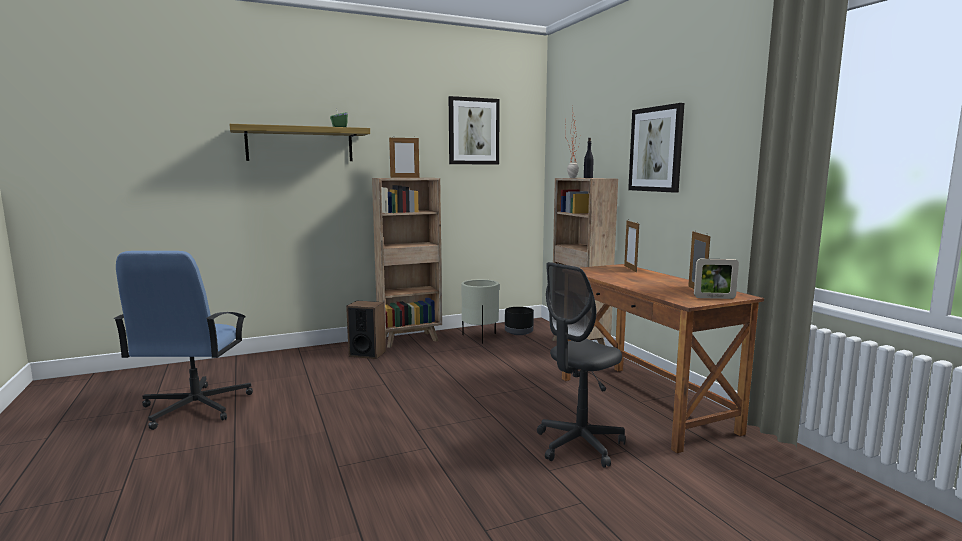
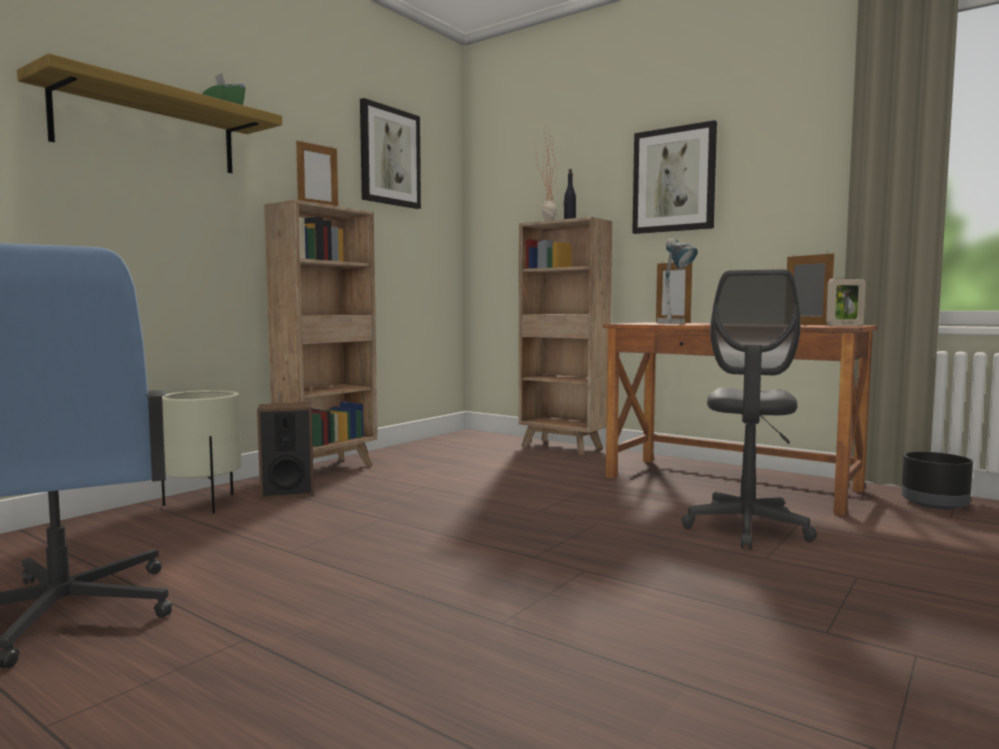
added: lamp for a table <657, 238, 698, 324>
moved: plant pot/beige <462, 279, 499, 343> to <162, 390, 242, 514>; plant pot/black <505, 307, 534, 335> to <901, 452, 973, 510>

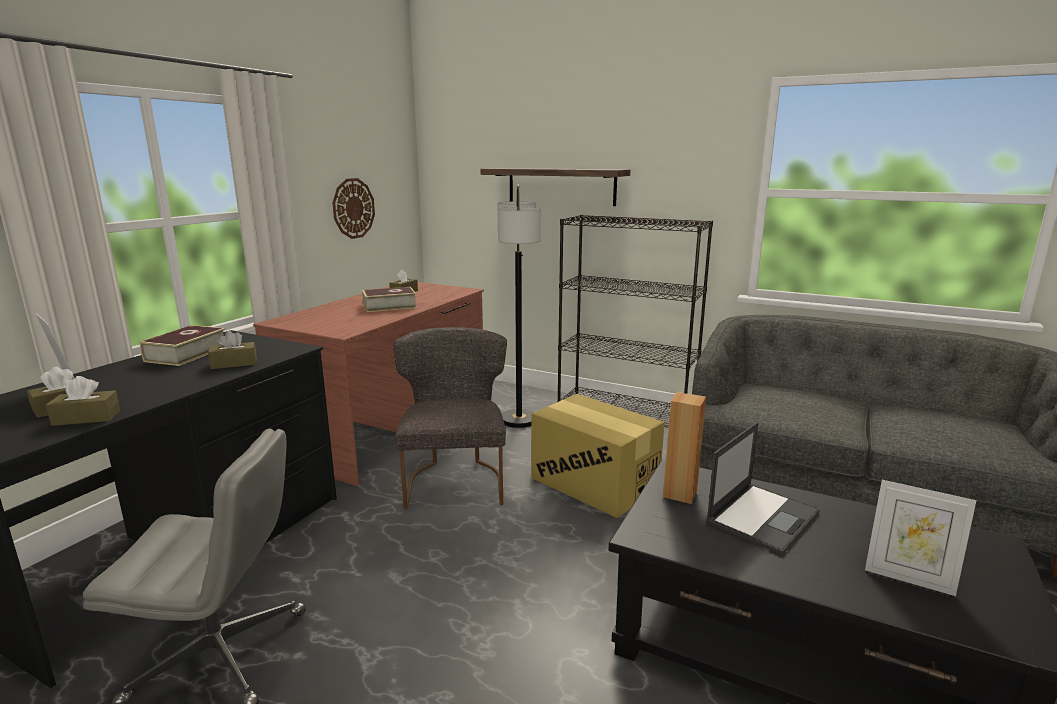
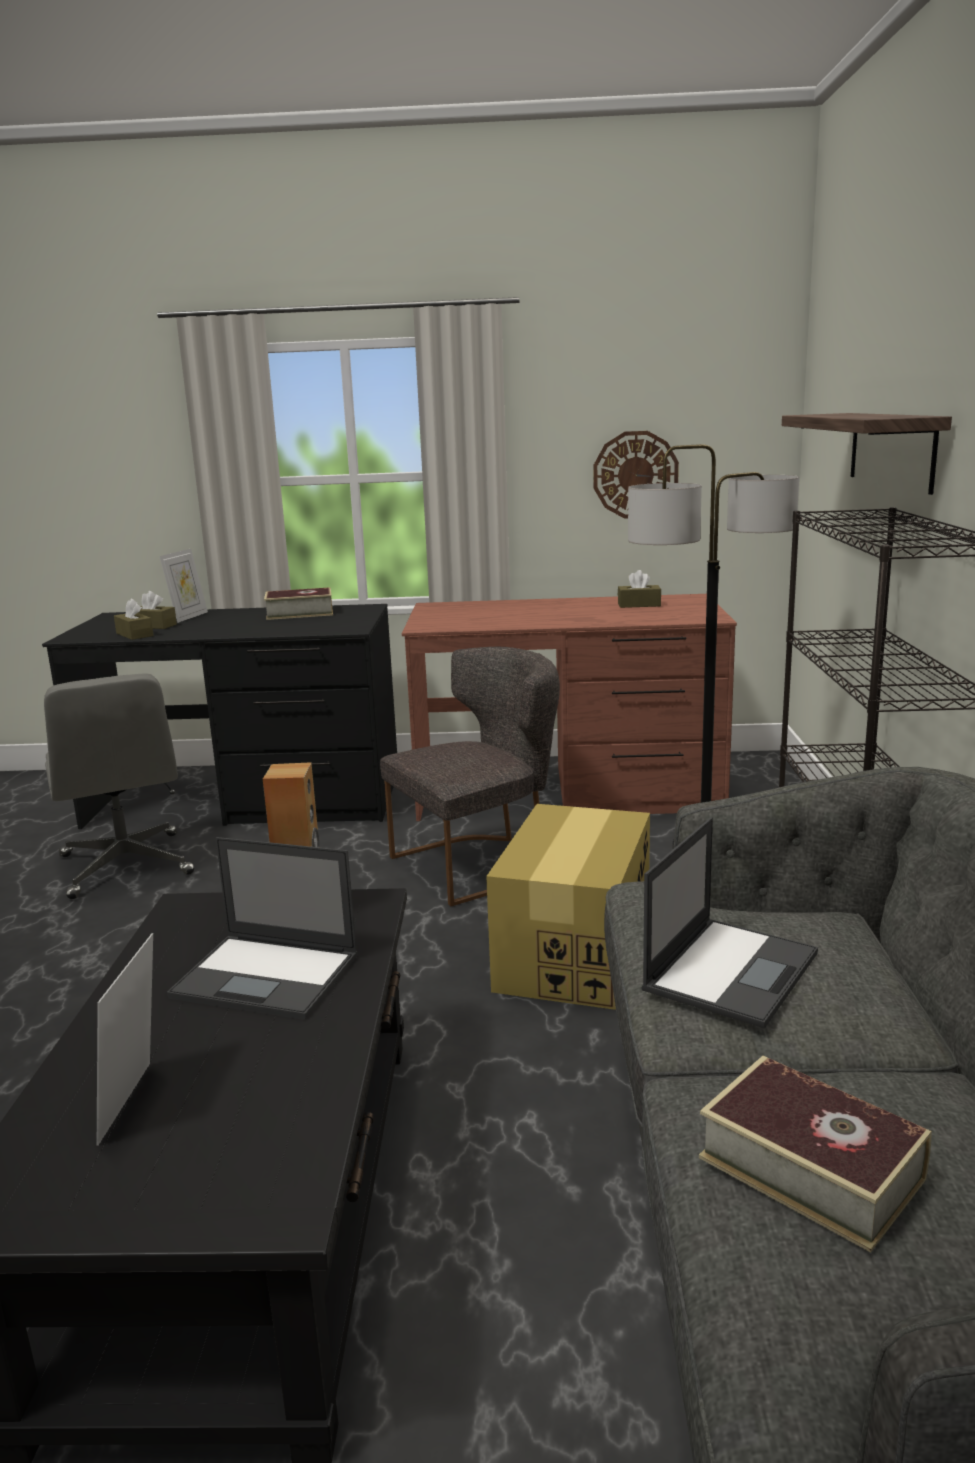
removed: tissue box/brown <208, 331, 257, 369>
added: portable computer <641, 817, 818, 1028>
moved: bound book <362, 287, 417, 312> to <699, 1056, 932, 1253>

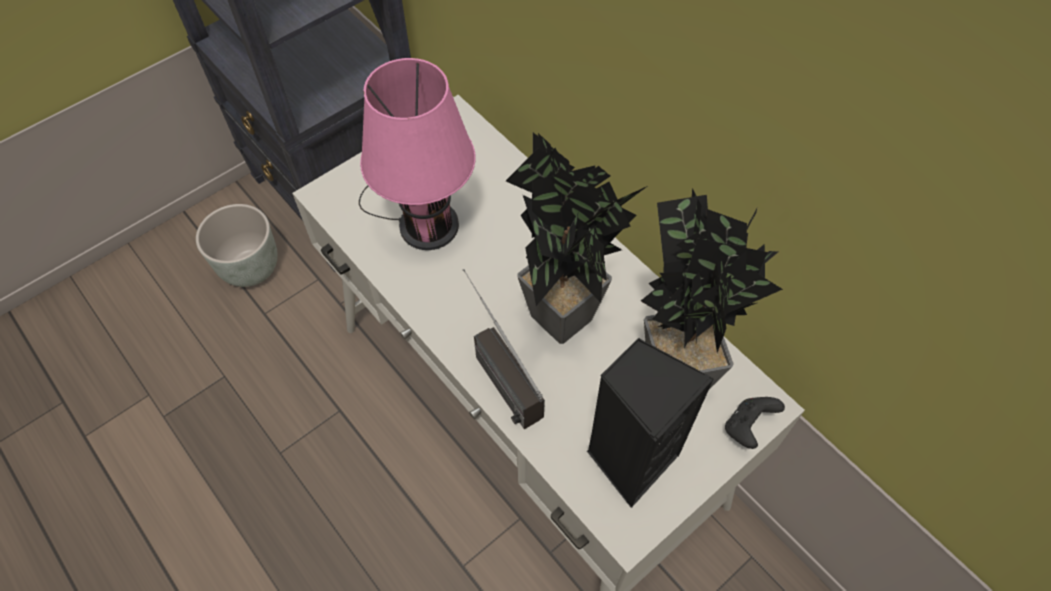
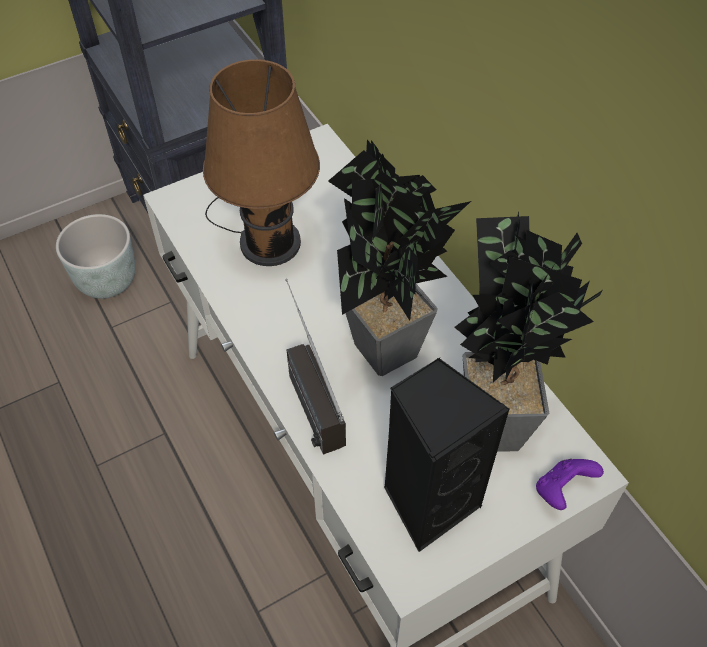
recoloured: lamp for a table/pink <359, 58, 475, 250> to lamp for a table/brown <203, 59, 320, 266>; gamepad/black <725, 397, 785, 449> to gamepad/purple-coloured <536, 459, 604, 510>

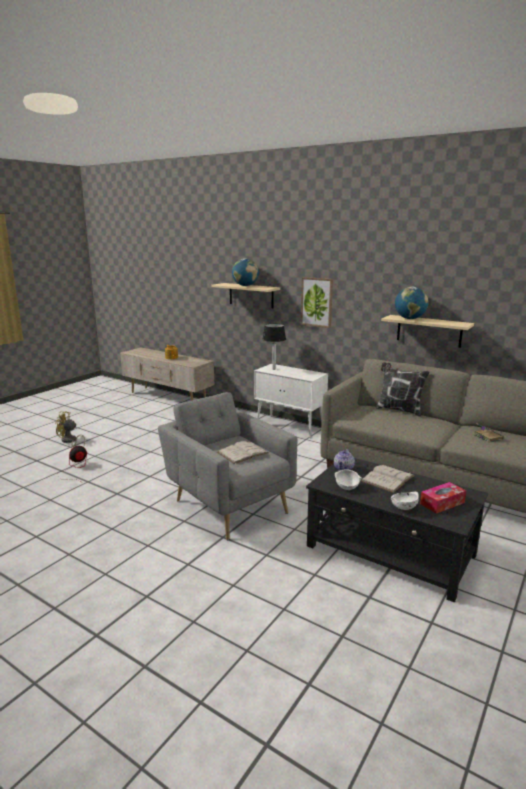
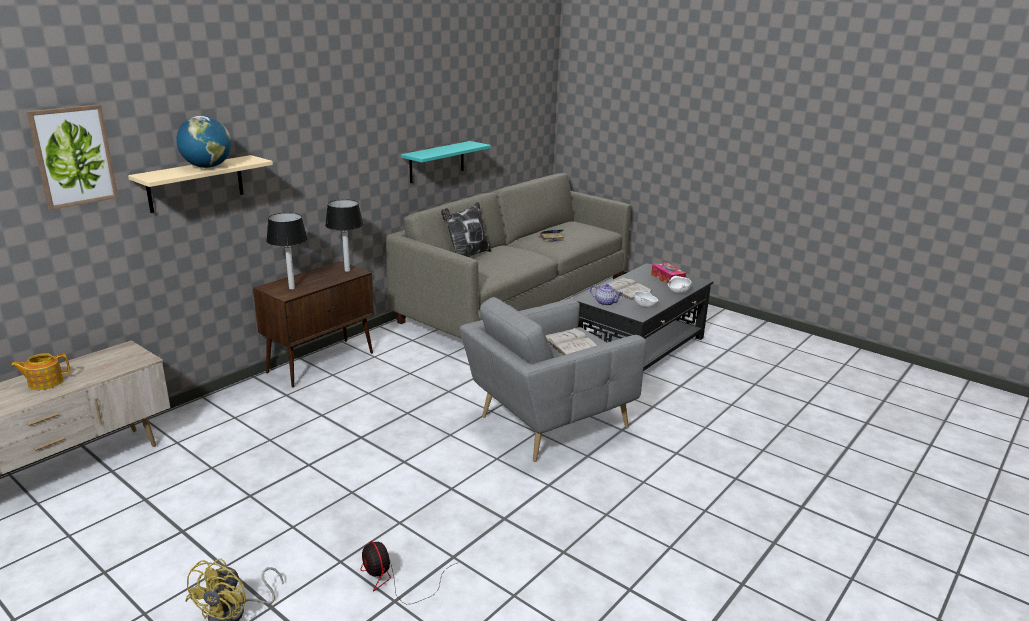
removed: world globe <395, 287, 428, 319>
added: lamp for a table <325, 199, 363, 272>
moved: picture <301, 277, 333, 328> to <26, 104, 118, 210>
recoloured: cupboard/white <254, 364, 328, 438> to cupboard/brown <253, 261, 374, 388>; shelf/beige <381, 315, 474, 348> to shelf/turquoise-coloured <401, 141, 491, 183>

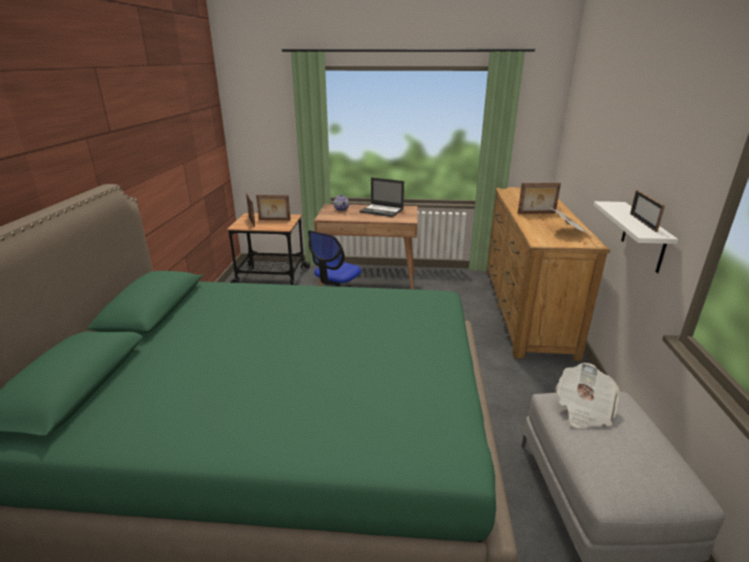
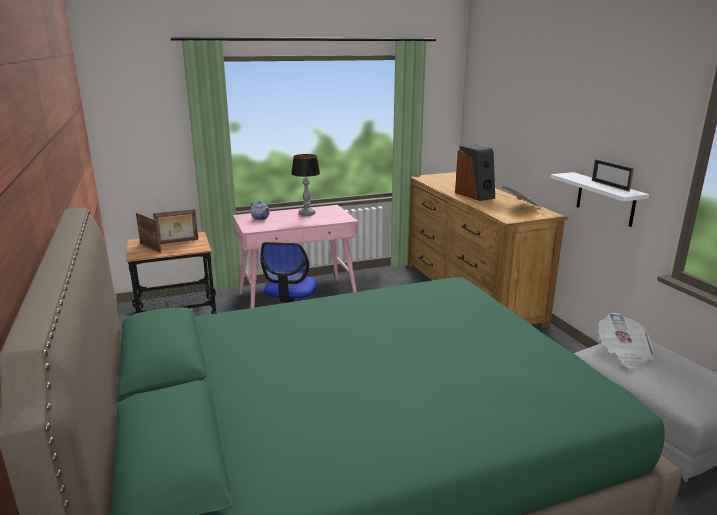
replaced: portable computer <360, 177, 404, 217> to lamp for a table <291, 154, 320, 216>; photo frame <518, 183, 561, 214> to loudspeaker <455, 144, 495, 201>
recoloured: desk/brown <314, 204, 418, 289> to desk/pink <233, 205, 358, 308>

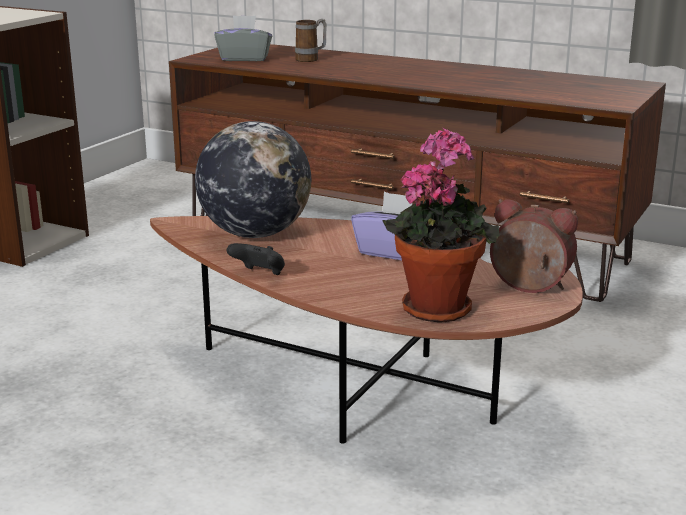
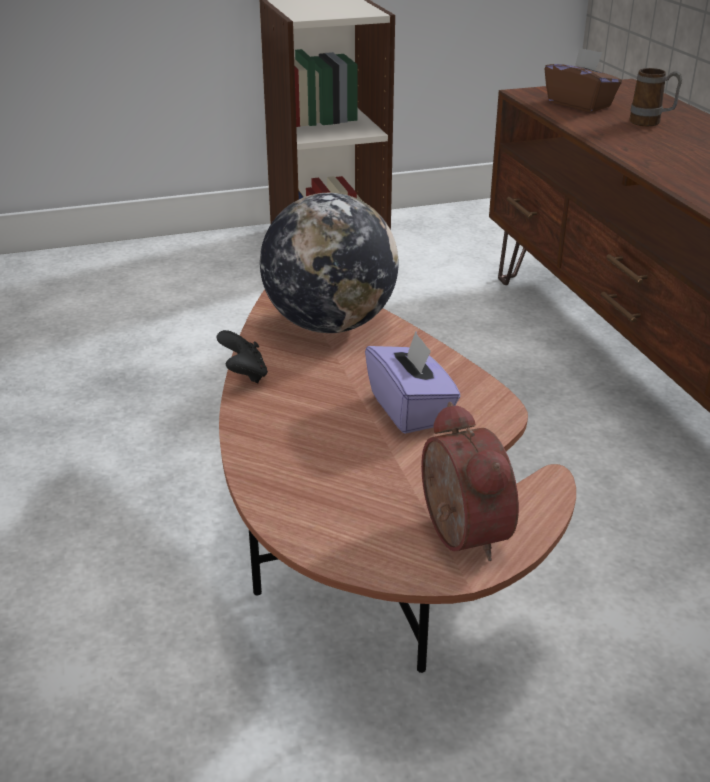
removed: potted plant <382, 128, 500, 322>
recoloured: tissue box/gray <214, 15, 272, 61> to tissue box/brown <545, 47, 622, 112>

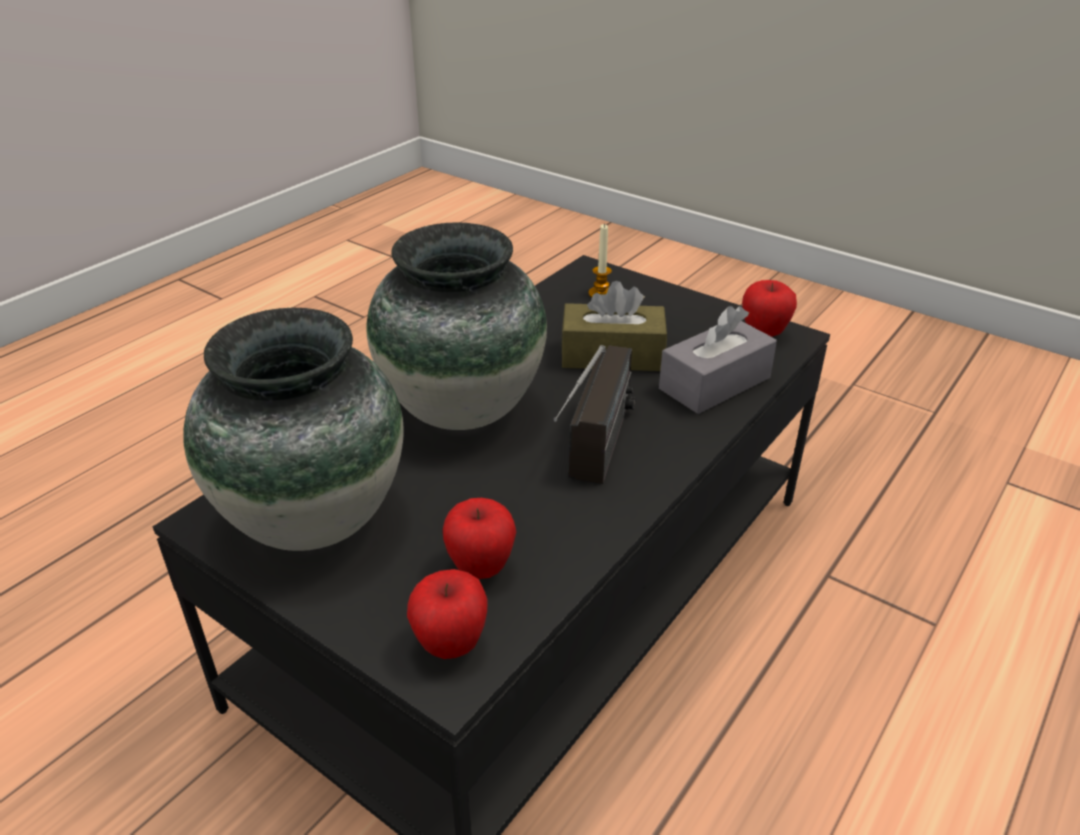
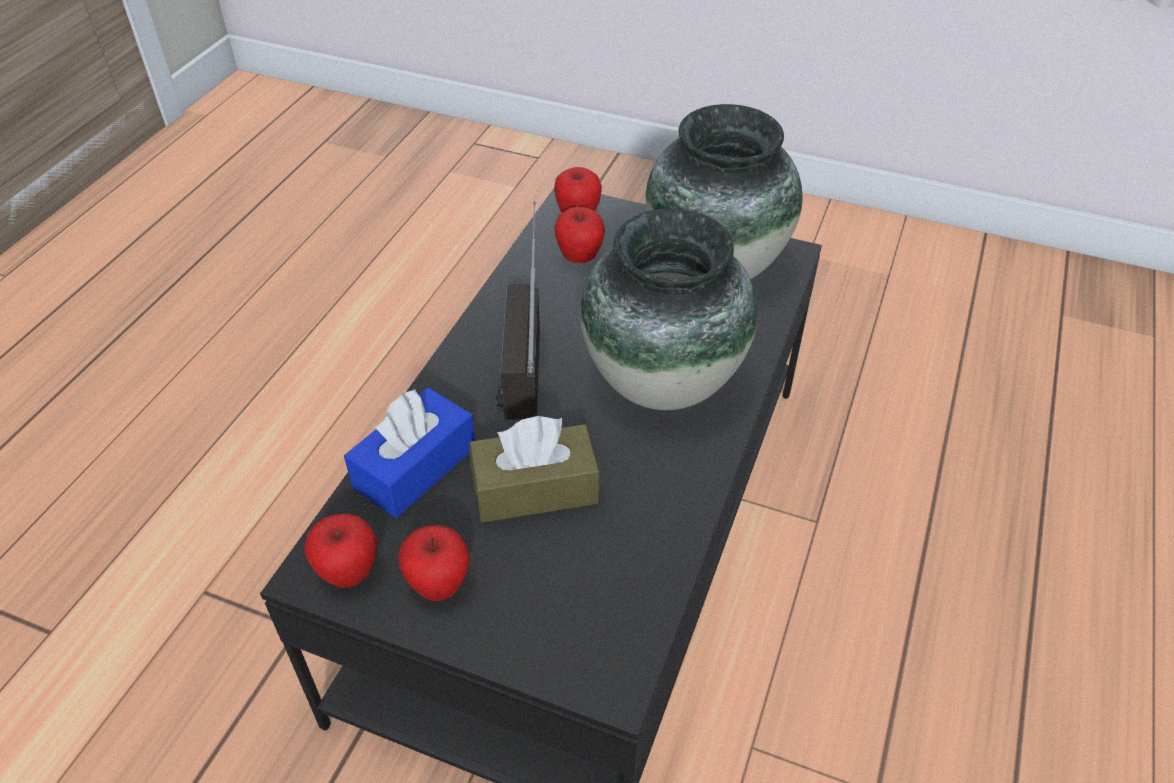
removed: candle <588, 223, 612, 298>
added: whole apple <398, 525, 470, 601>
recoloured: tissue box/gray <659, 306, 777, 414> to tissue box/bluish <344, 388, 475, 518>

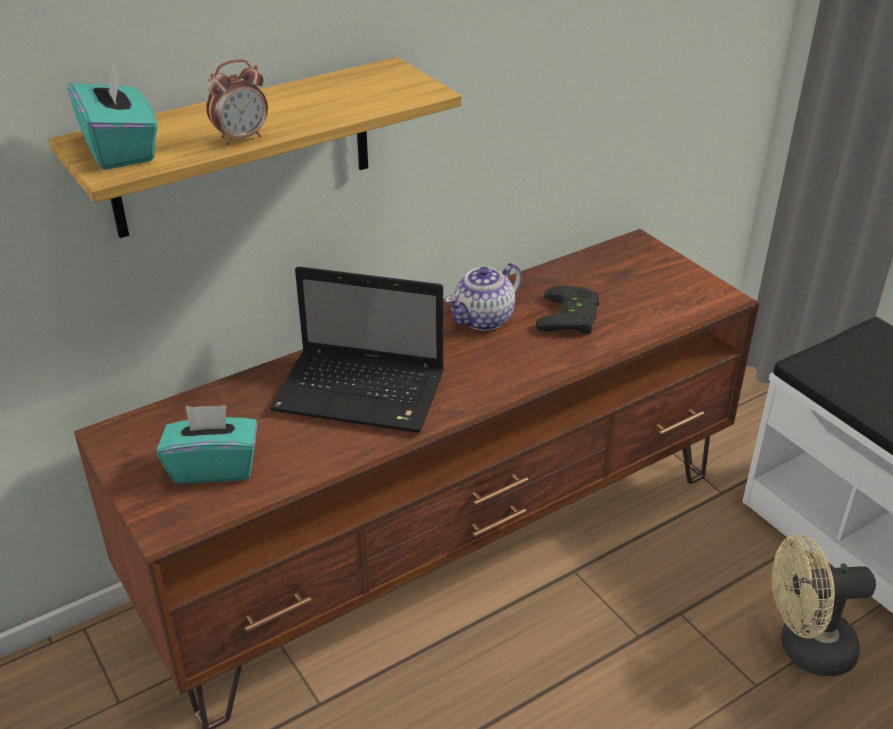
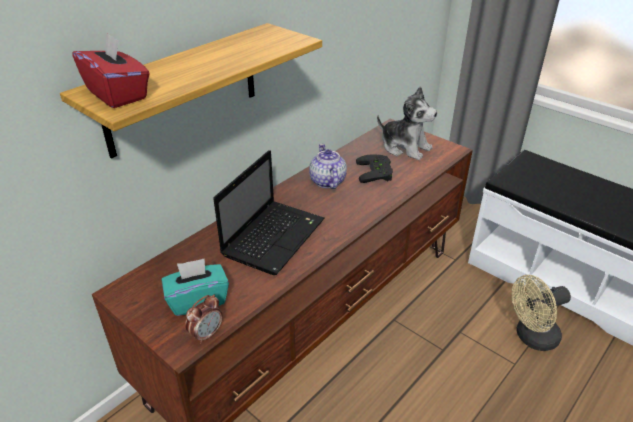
added: soft toy <377, 86, 437, 160>
moved: bedside clock <206, 59, 268, 145> to <185, 295, 223, 344>
recoloured: tissue box/turquoise-coloured <68, 62, 158, 170> to tissue box/red-coloured <73, 33, 150, 108>
turned: portable computer <270, 266, 444, 433> = <213, 150, 325, 275> 60 degrees counterclockwise; pot for tea <445, 263, 522, 331> = <309, 144, 347, 189> 135 degrees clockwise

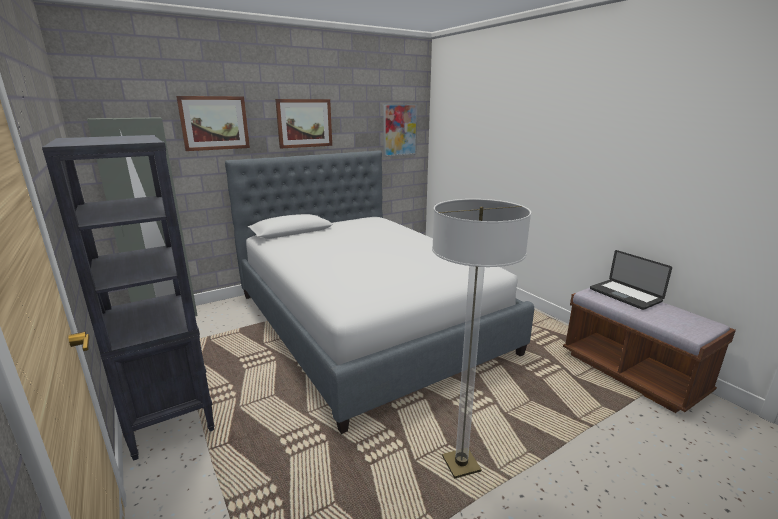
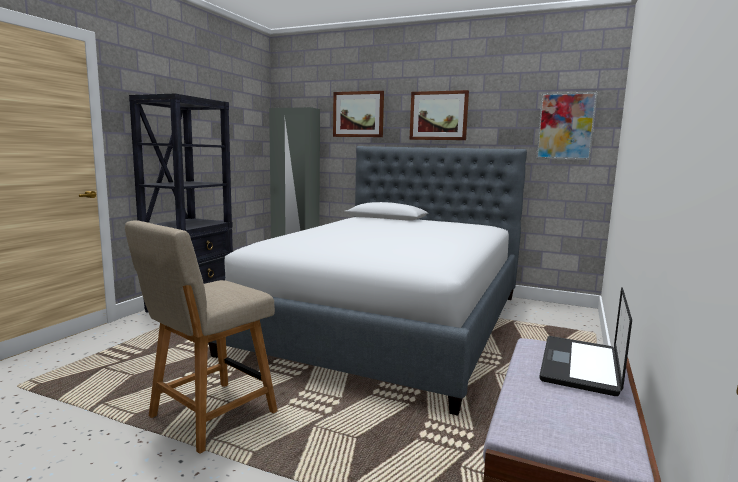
replaced: standing lamp <432, 199, 531, 479> to chair/beige <125, 220, 278, 454>

